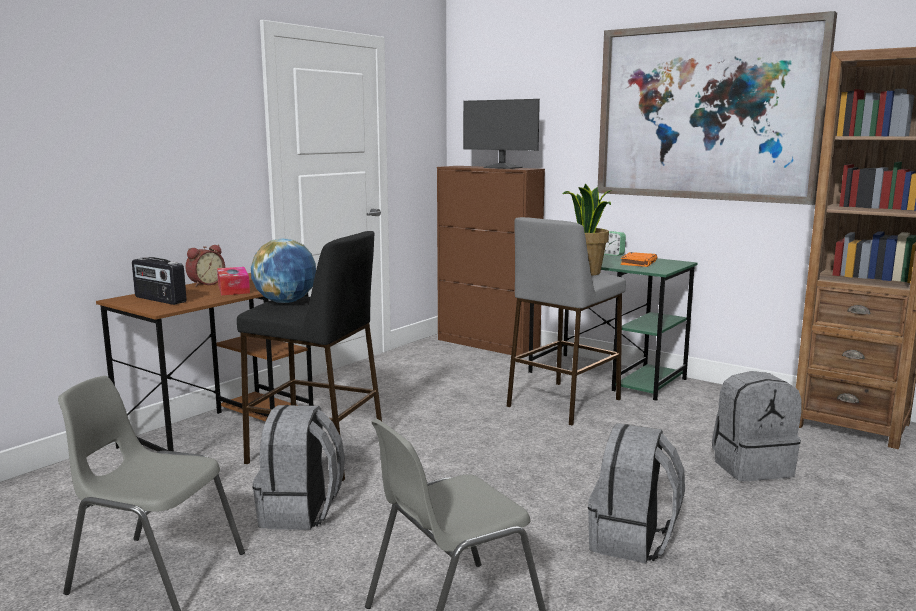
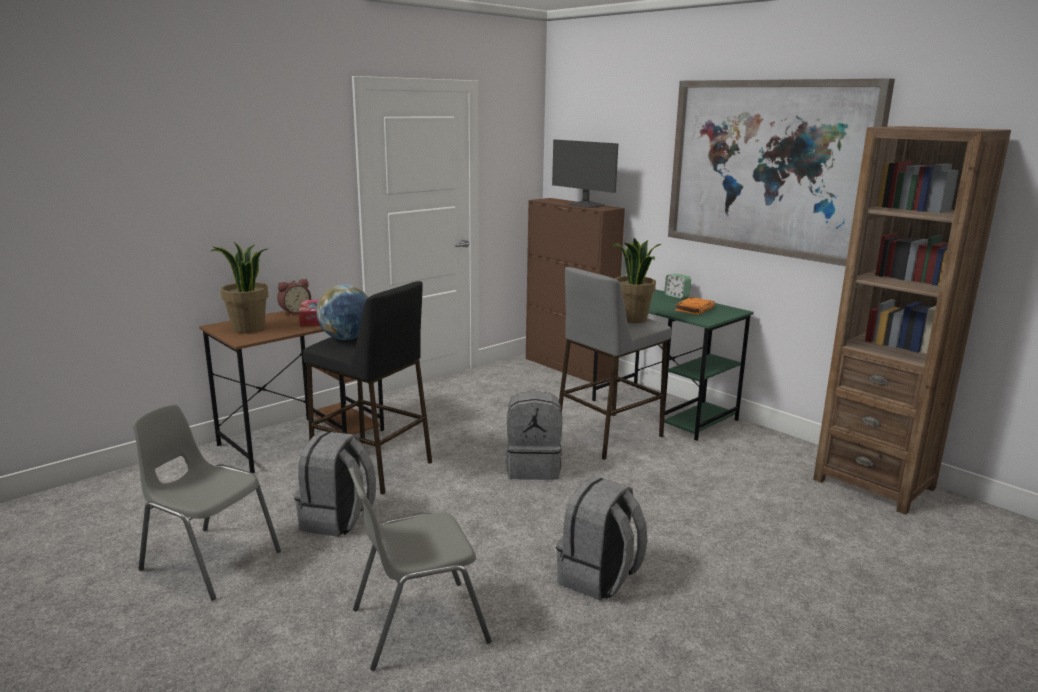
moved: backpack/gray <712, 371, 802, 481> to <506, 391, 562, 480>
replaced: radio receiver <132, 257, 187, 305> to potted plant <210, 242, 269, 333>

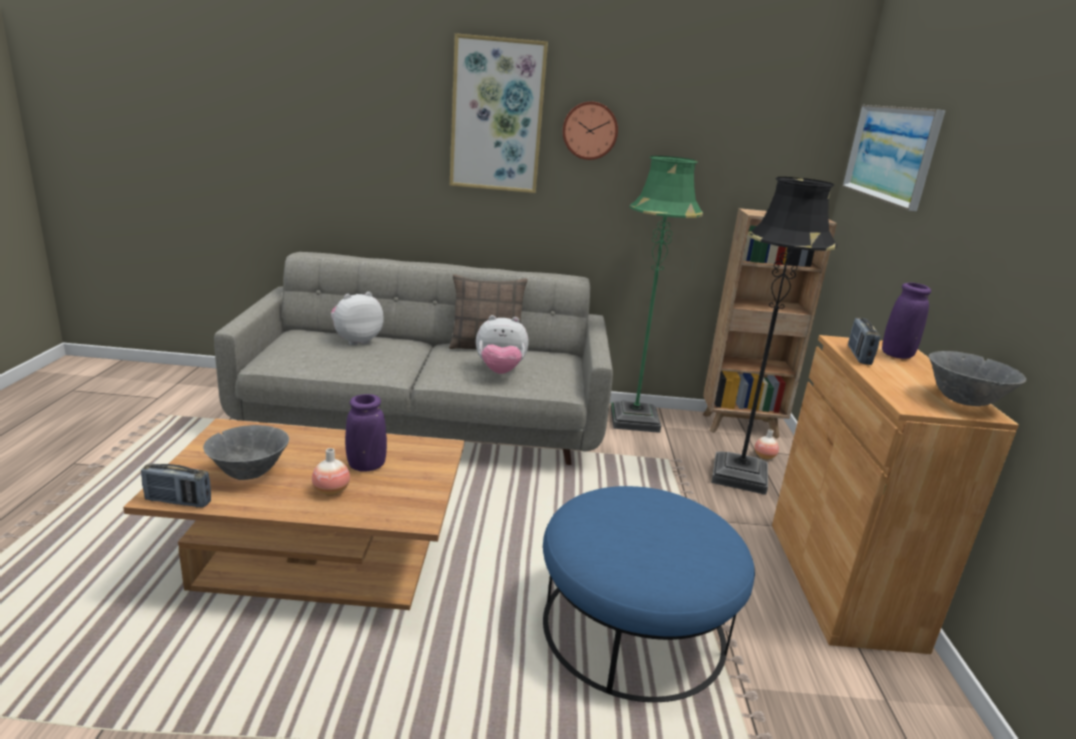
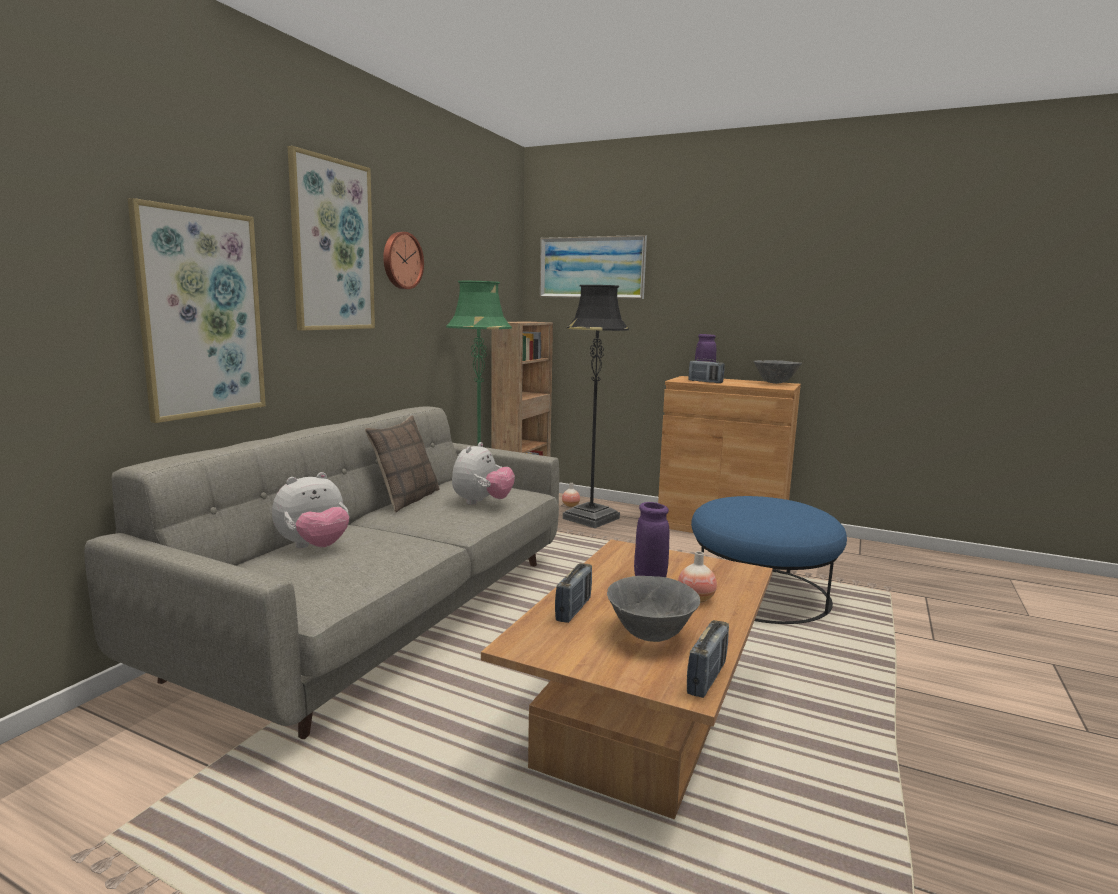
added: picture <128, 198, 266, 423>; radio receiver <555, 563, 592, 623>
turned: soft toy <331, 292, 384, 345> = <272, 472, 349, 548> 120 degrees counterclockwise

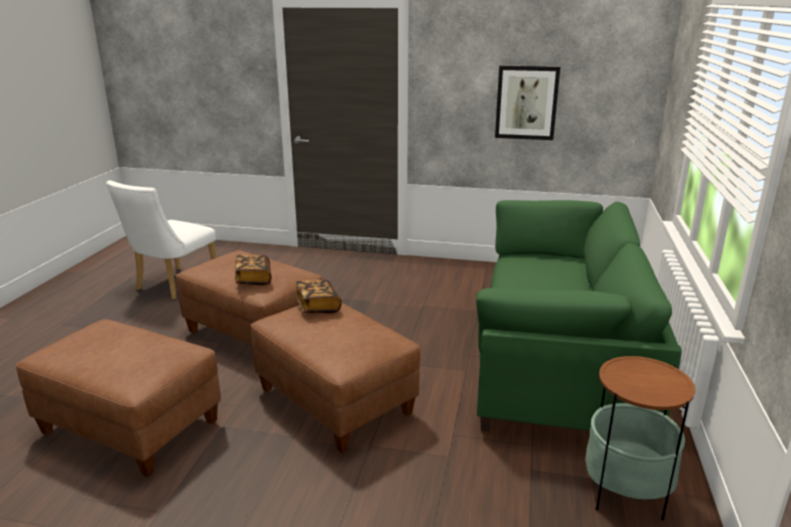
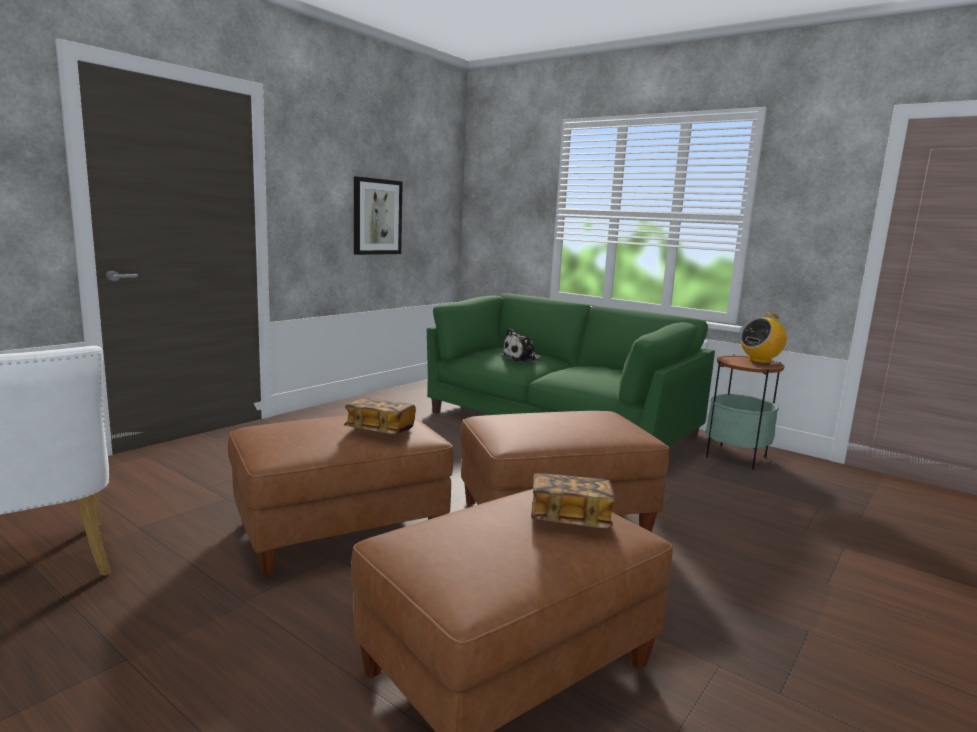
added: soft toy <501, 329, 541, 362>; radio receiver <740, 313, 787, 364>
moved: bound book <295, 279, 342, 313> to <531, 473, 616, 528>

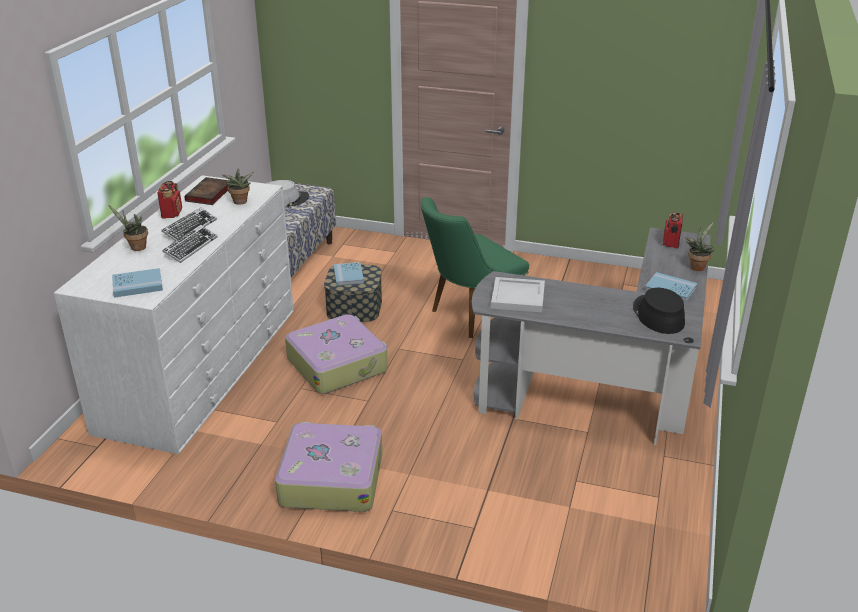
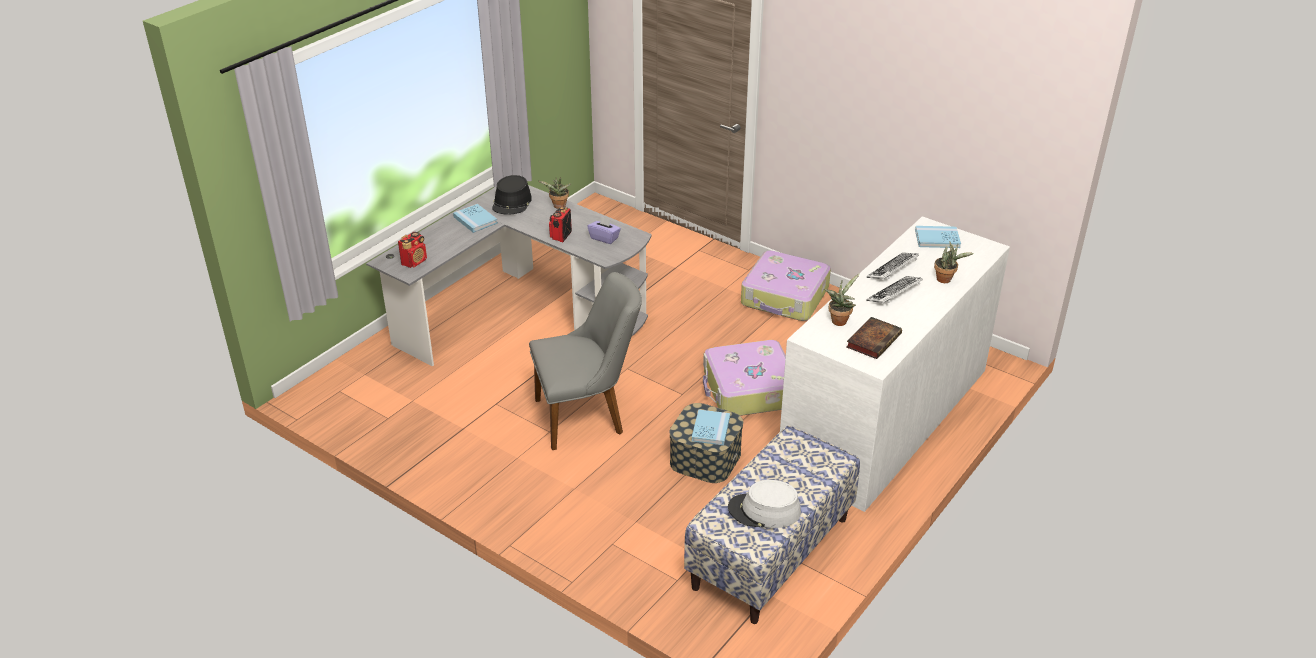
moved: radio receiver <157, 181, 182, 219> to <549, 207, 572, 242>; potted plant <685, 222, 715, 271> to <539, 177, 571, 209>
replaced: tray/white <491, 277, 545, 313> to tissue box/purple-coloured <588, 216, 621, 244>
recoloured: chair/green <421, 197, 529, 338> to chair/gray <529, 272, 642, 450>

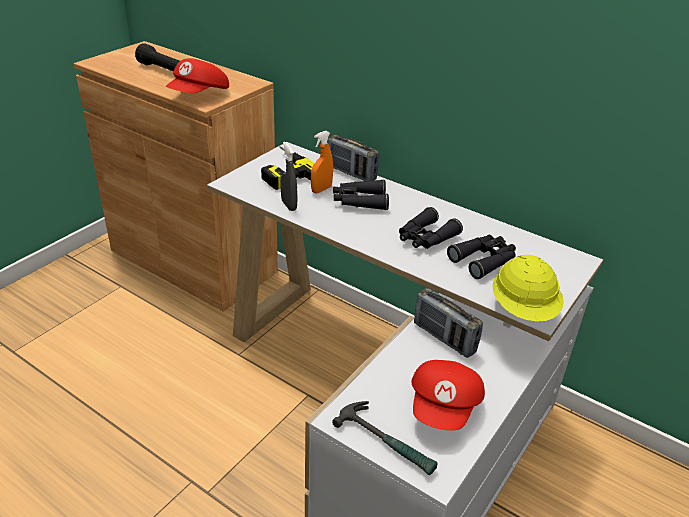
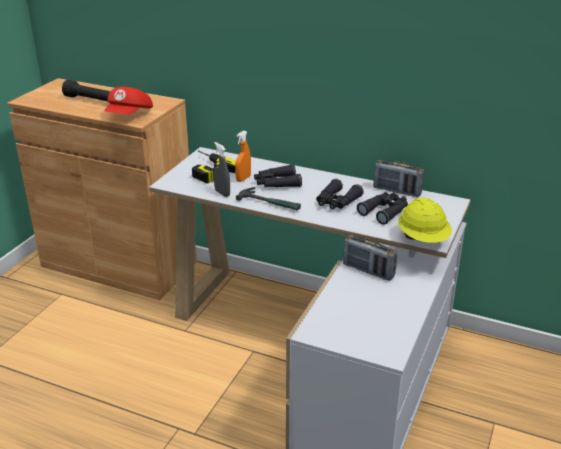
removed: peaked cap/red-coloured <412, 360, 485, 431>
moved: radio receiver <327, 135, 379, 181> to <373, 160, 424, 197>; tool hammer <332, 401, 438, 475> to <236, 187, 301, 211>

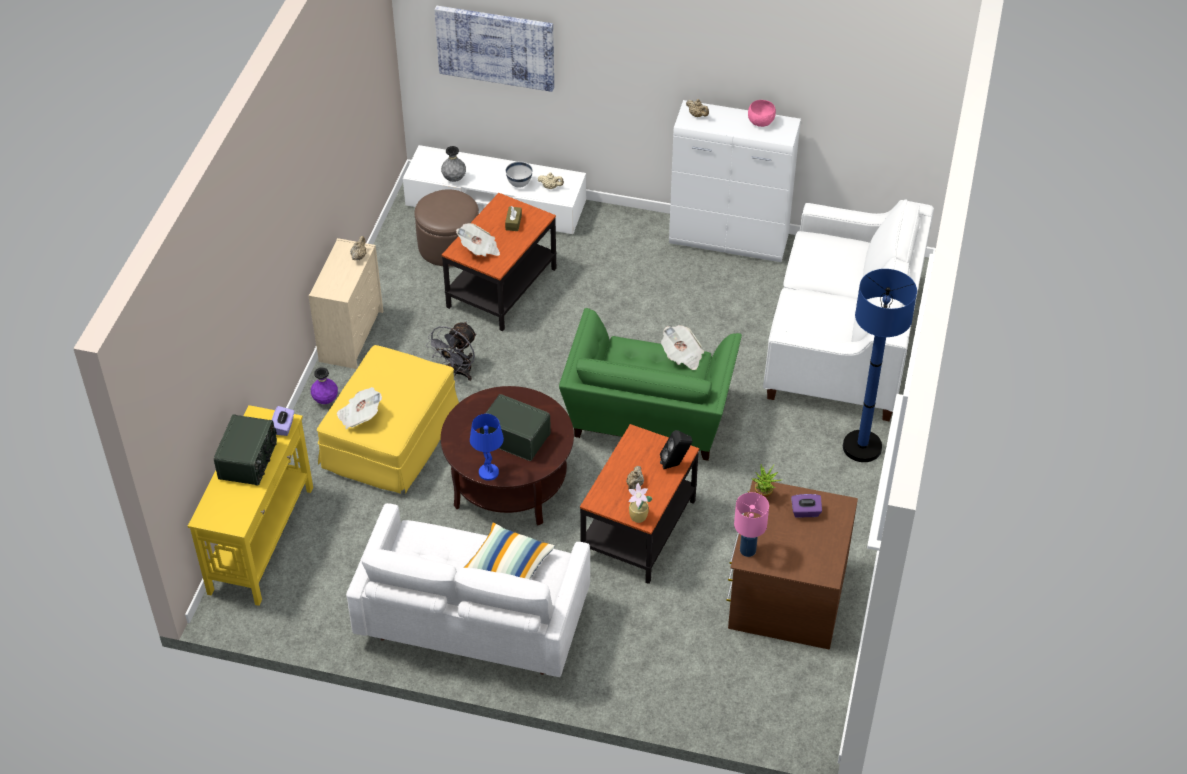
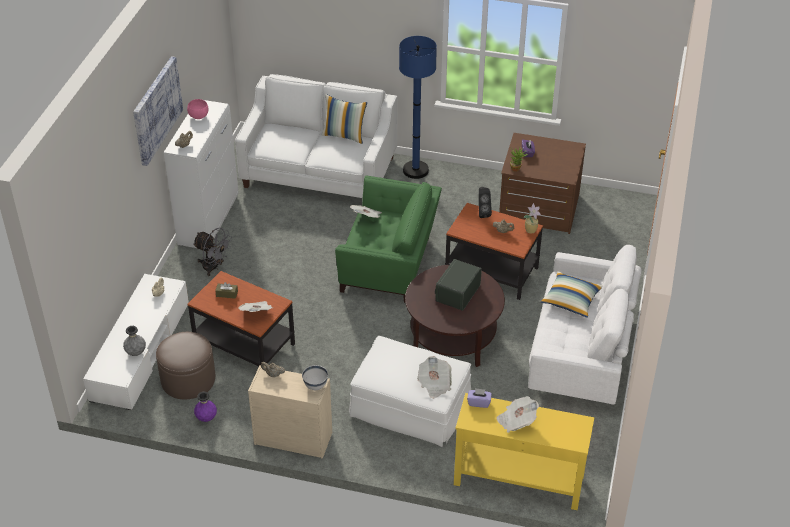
removed: lamp for a table/bluish <470, 414, 504, 481>; lamp for a table/pink <734, 492, 769, 557>
added: pillow <322, 94, 367, 144>
moved: vase/purple-coloured <311, 367, 338, 404> to <194, 392, 217, 422>; electric fan/gray <426, 321, 477, 381> to <193, 228, 232, 276>; picture <434, 6, 554, 92> to <133, 56, 183, 166>; deep dish/white <506, 161, 533, 188> to <302, 365, 328, 390>
replaced: radio receiver <214, 414, 277, 485> to newspaper <496, 396, 539, 433>
recoloured: footrest/yellow-coloured <317, 345, 459, 494> to footrest/white <349, 336, 471, 447>

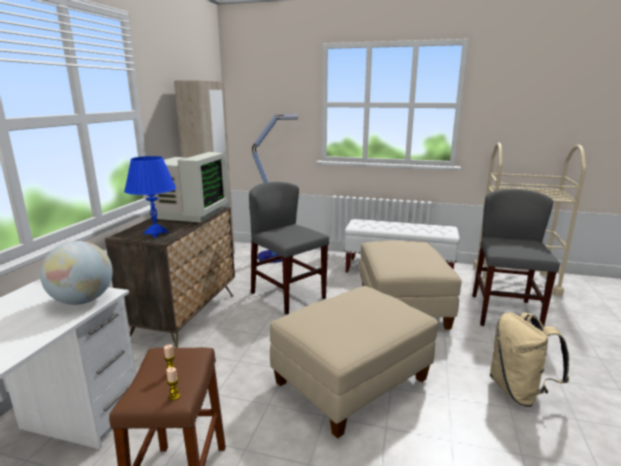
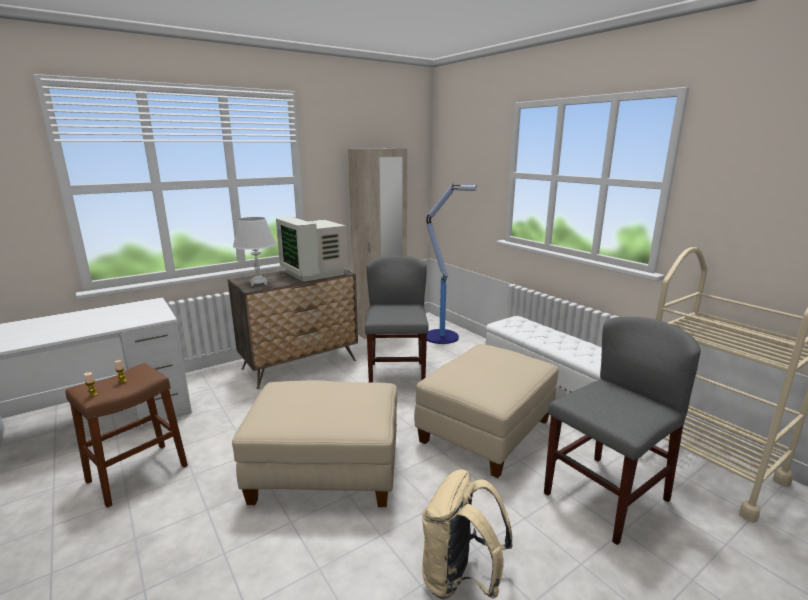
removed: world globe <40, 241, 113, 305>
recoloured: lamp for a table/bluish <124, 156, 176, 238> to lamp for a table/white <233, 217, 276, 286>
turned: computer display <149, 152, 229, 223> = <276, 217, 348, 282> 90 degrees clockwise

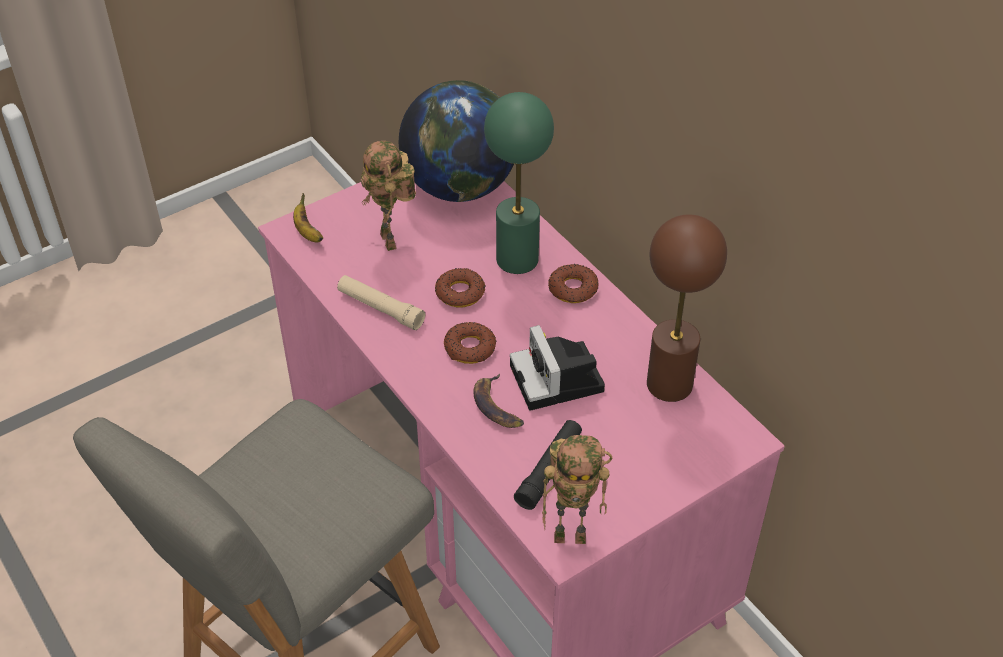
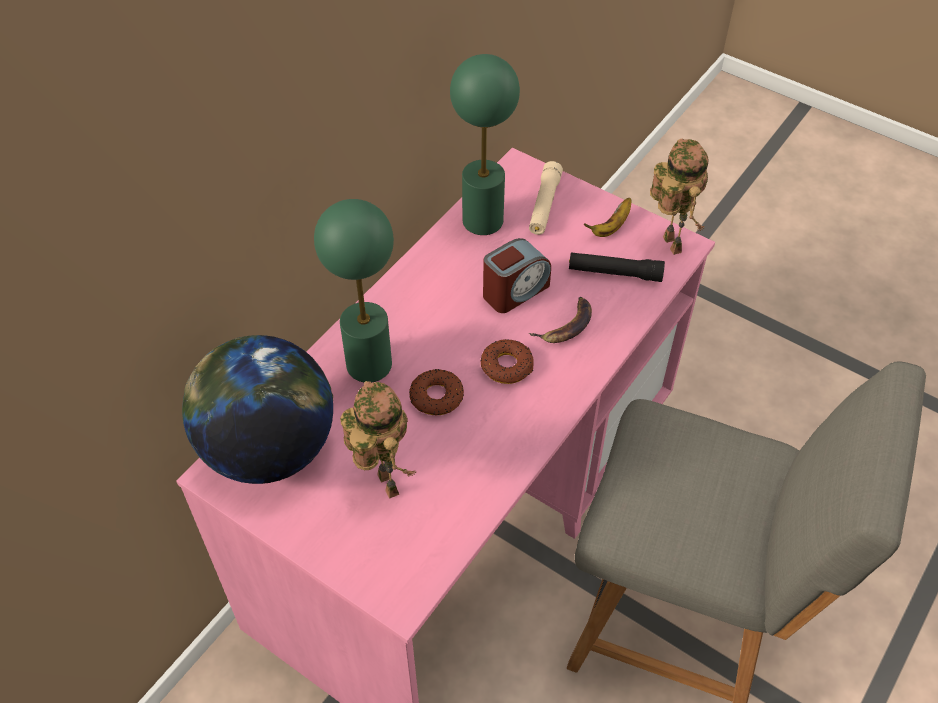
removed: doughnut <548, 264, 599, 303>
moved: banana <293, 193, 323, 242> to <584, 198, 631, 237>; flashlight/beige <337, 275, 425, 330> to <529, 161, 563, 235>
replaced: still camera <510, 325, 605, 411> to bedside clock <483, 238, 551, 313>
recoloured: lamp for a table/brown <647, 214, 727, 402> to lamp for a table/green <450, 54, 520, 235>
turned: toy robot <361, 141, 416, 251> = <340, 381, 416, 499> 75 degrees counterclockwise

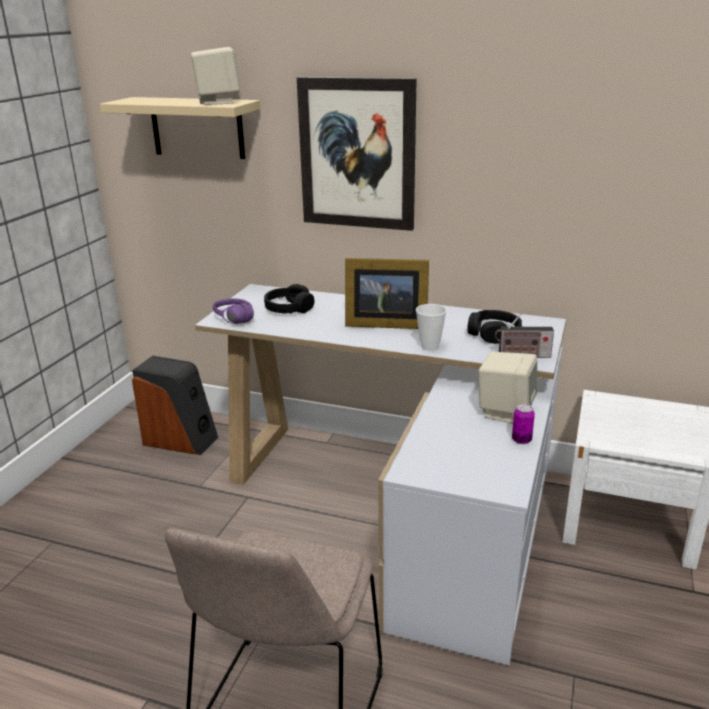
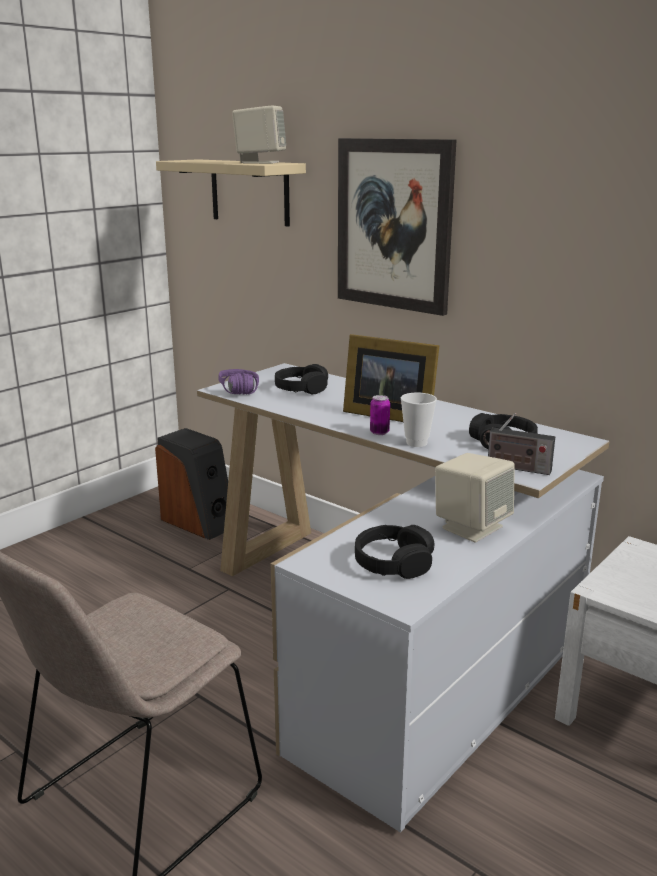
added: pair of headphones/black <355, 525, 434, 579>
moved: can <512, 404, 535, 444> to <370, 395, 390, 435>

